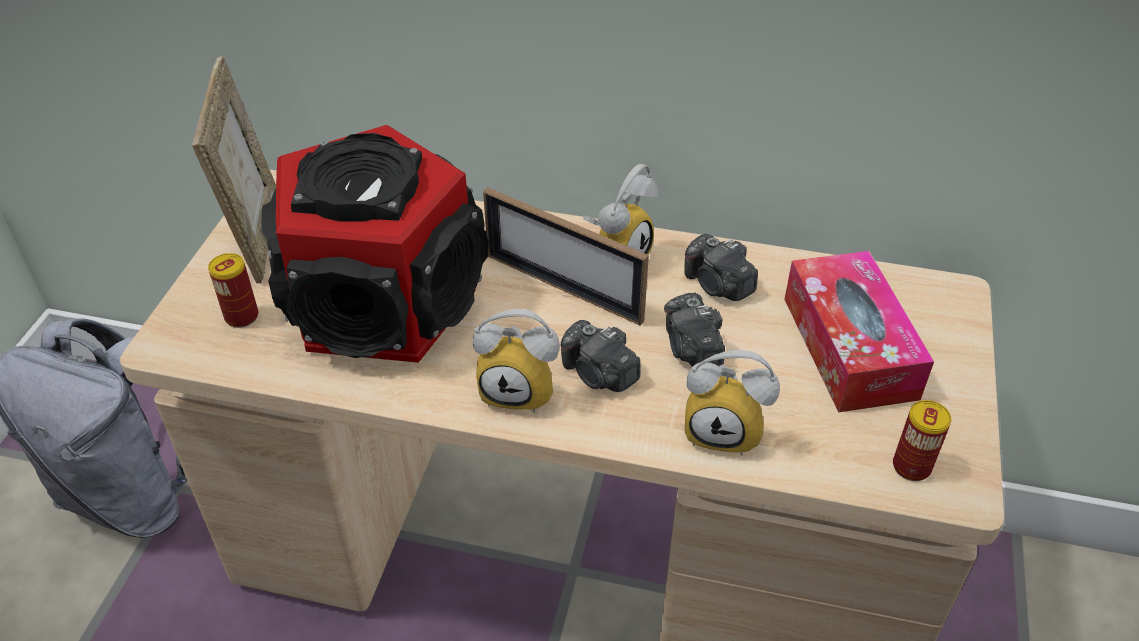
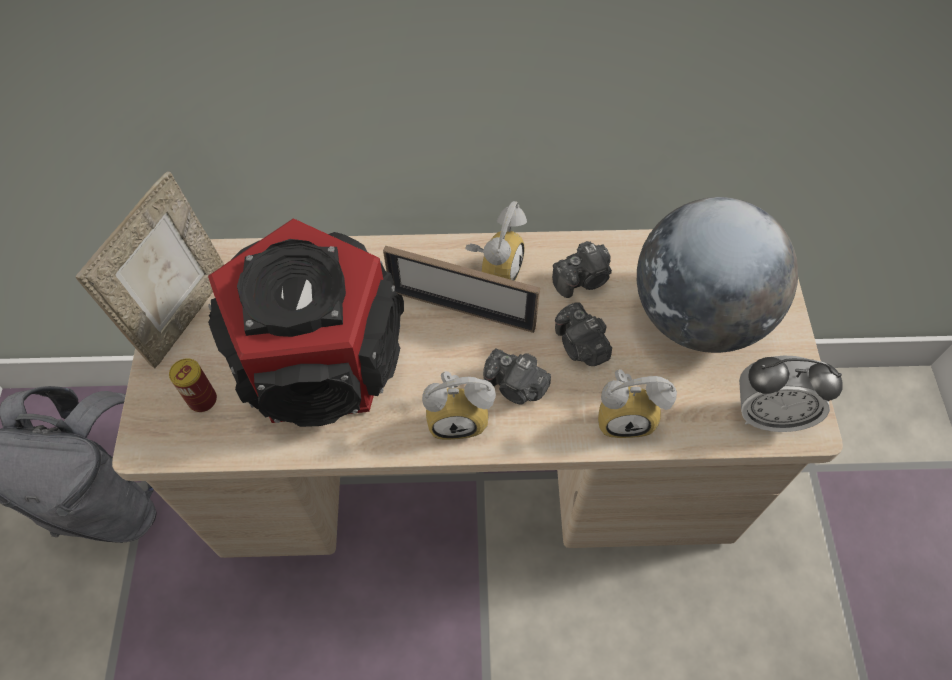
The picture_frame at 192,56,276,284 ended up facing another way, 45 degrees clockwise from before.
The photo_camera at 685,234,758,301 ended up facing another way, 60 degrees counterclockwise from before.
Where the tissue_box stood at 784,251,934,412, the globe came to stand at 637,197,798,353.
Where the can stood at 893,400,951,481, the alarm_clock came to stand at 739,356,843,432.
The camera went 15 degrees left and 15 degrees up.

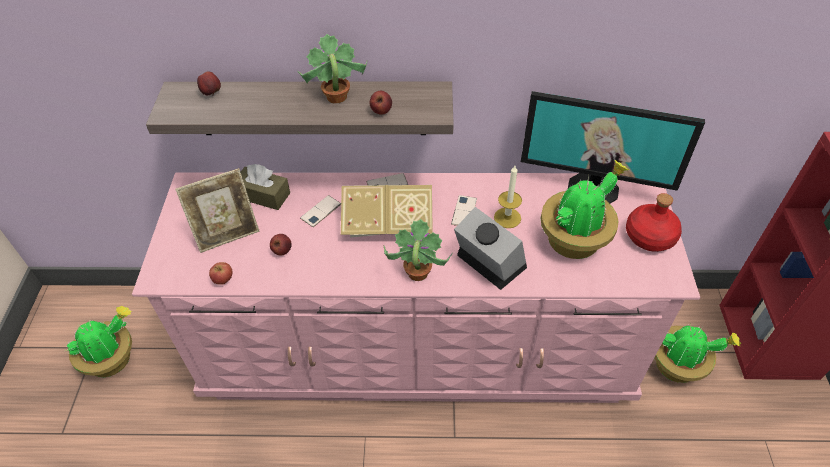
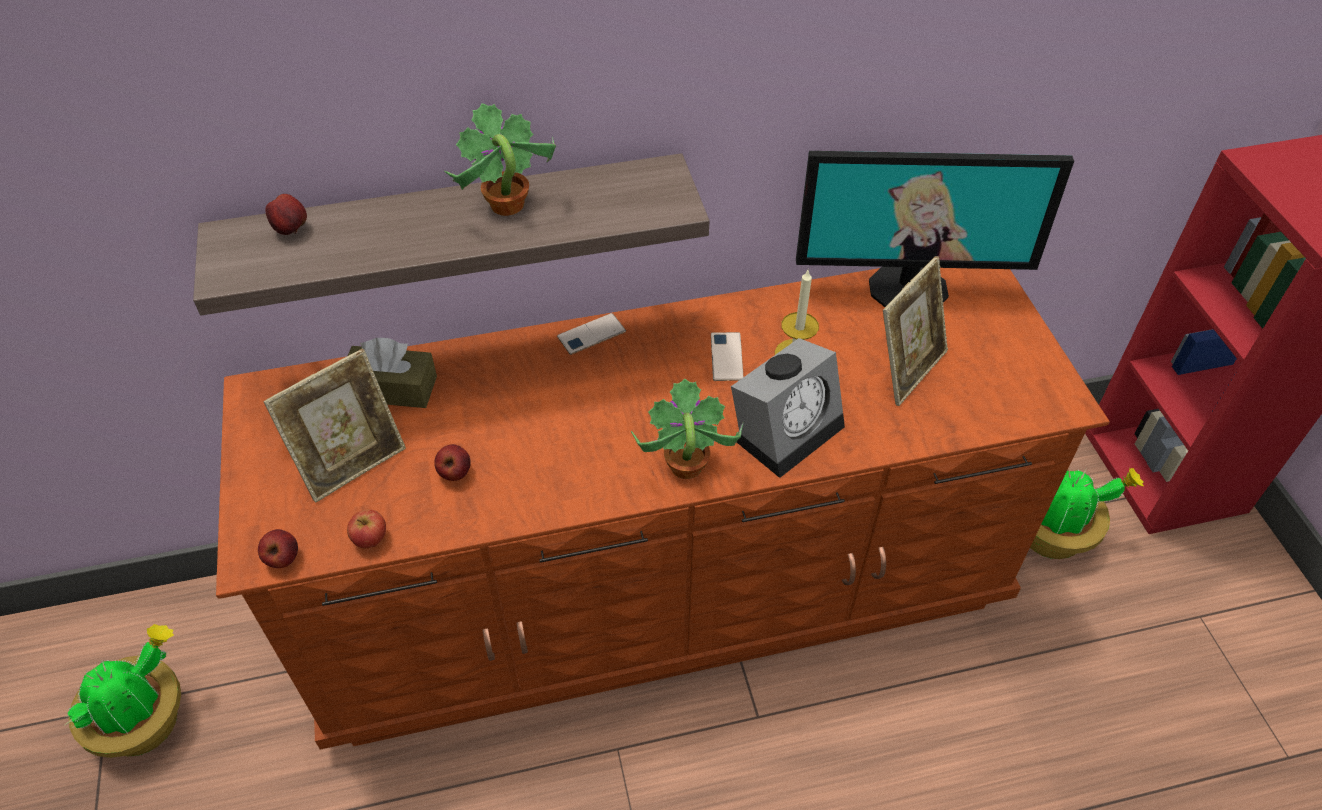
What was the pink_dresser at 132,172,701,403 turned into the brown_dresser at 216,268,1110,750.
The second view lost the phone at 300,195,341,227.
The second view lost the book at 341,185,433,238.
The apple ended up elsewhere, having gone from 369,91,392,115 to 258,529,298,568.
The alarm_clock at 454,207,527,290 ended up facing another way, 105 degrees clockwise from before.
Where the potted_plant stood at 540,160,629,259, the picture_frame came to stand at 883,256,948,406.
The second view lost the red_bottle at 626,193,682,252.
The camera went 15 degrees left and 0 degrees up.

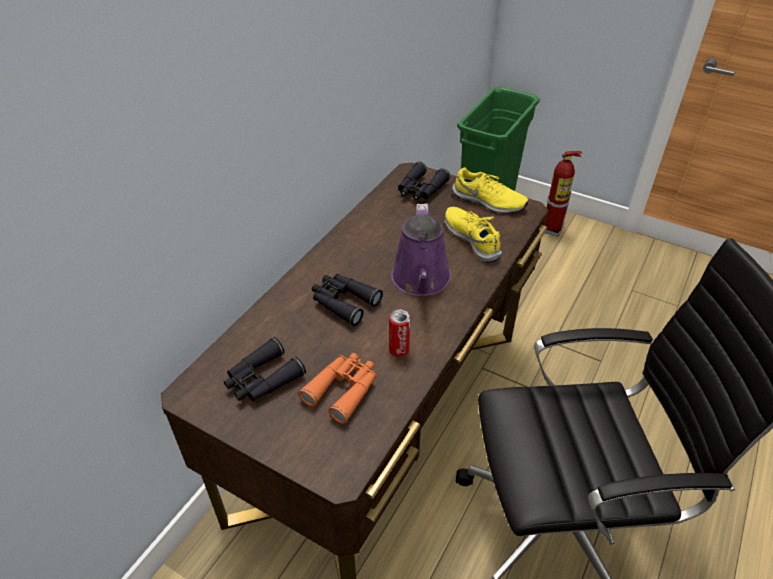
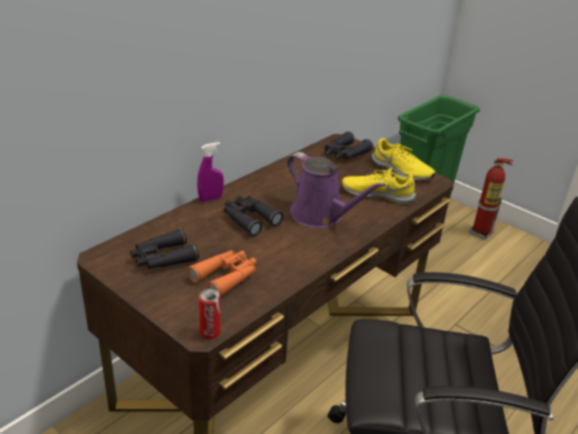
The can ended up elsewhere, having gone from 389,309,410,357 to 199,289,220,339.
The purple_watering_can at 391,204,451,296 ended up facing another way, 60 degrees counterclockwise from before.
The yellow_shoe at 444,207,502,263 ended up facing another way, 60 degrees counterclockwise from before.
The second view gained the purple_spray_bottle at 197,142,224,202.
The camera went 10 degrees right and 10 degrees down.

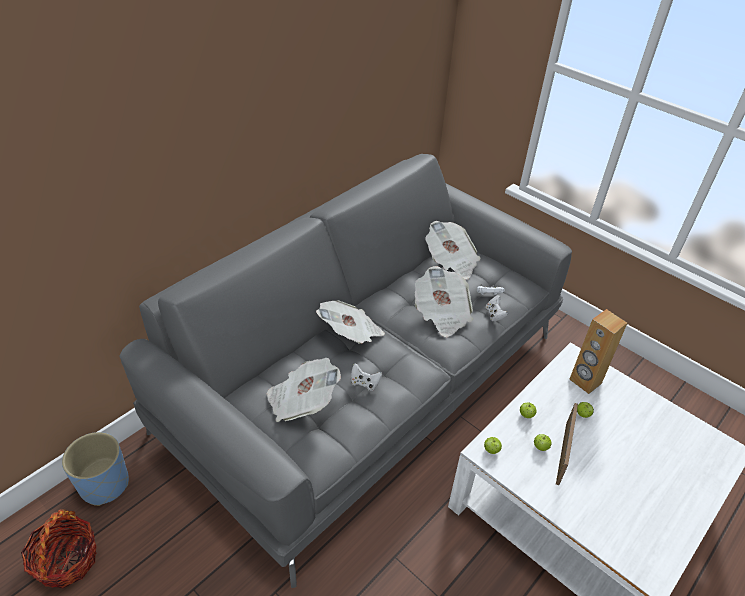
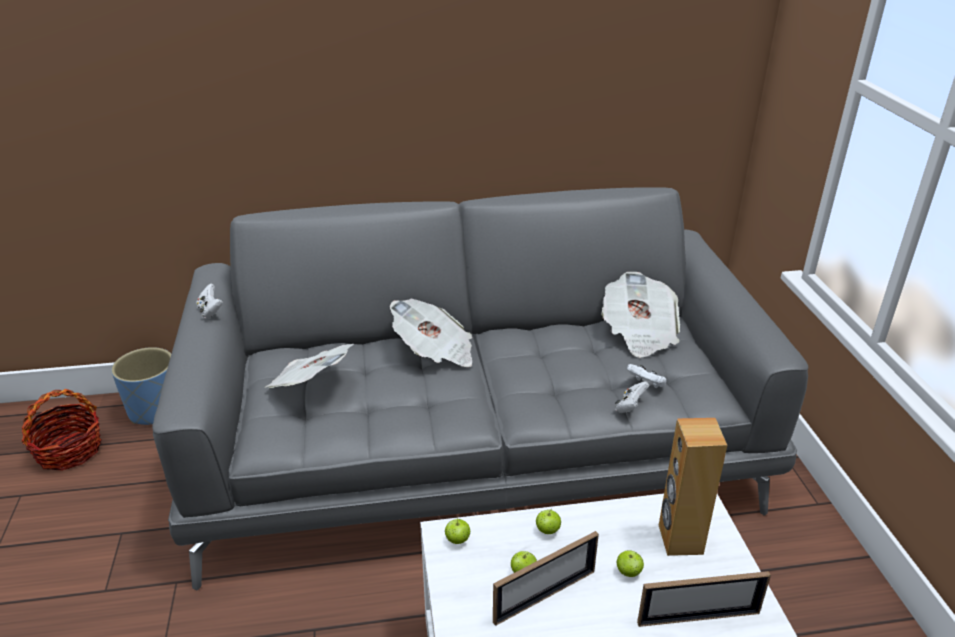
The white_game_controller ended up elsewhere, having gone from 351,363,382,391 to 196,284,223,319.
The second view lost the newspaper at 415,266,473,337.
The second view gained the picture_frame at 637,571,771,627.
The camera went 40 degrees right and 10 degrees down.

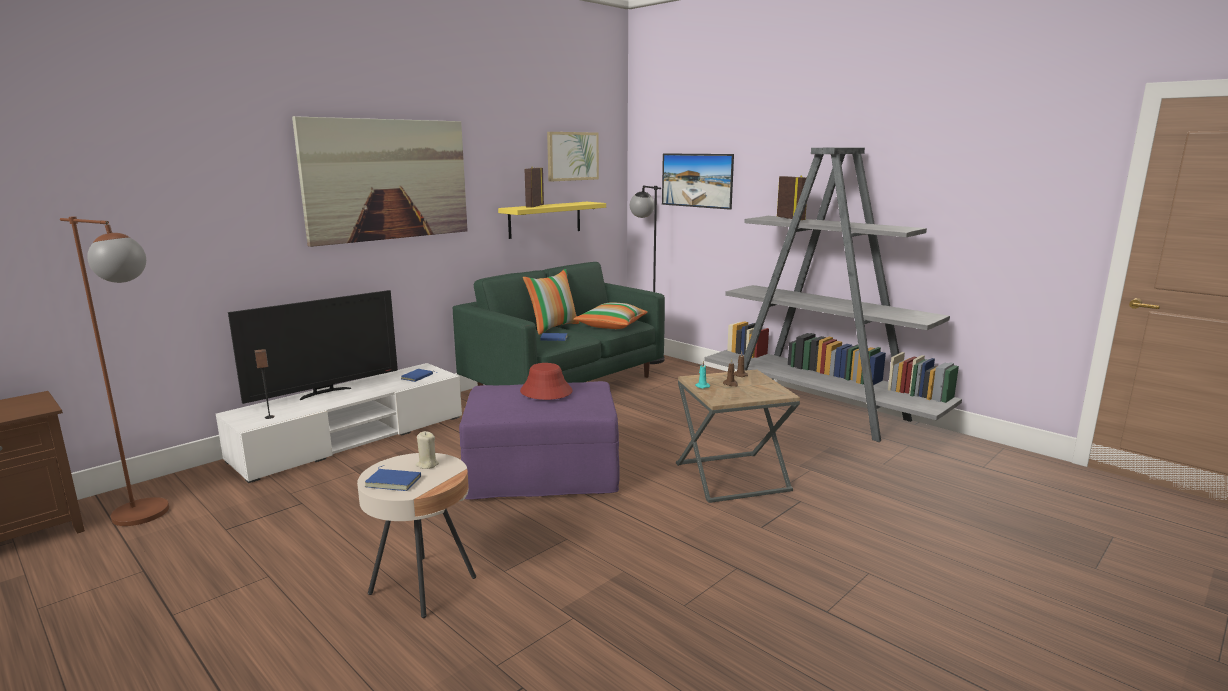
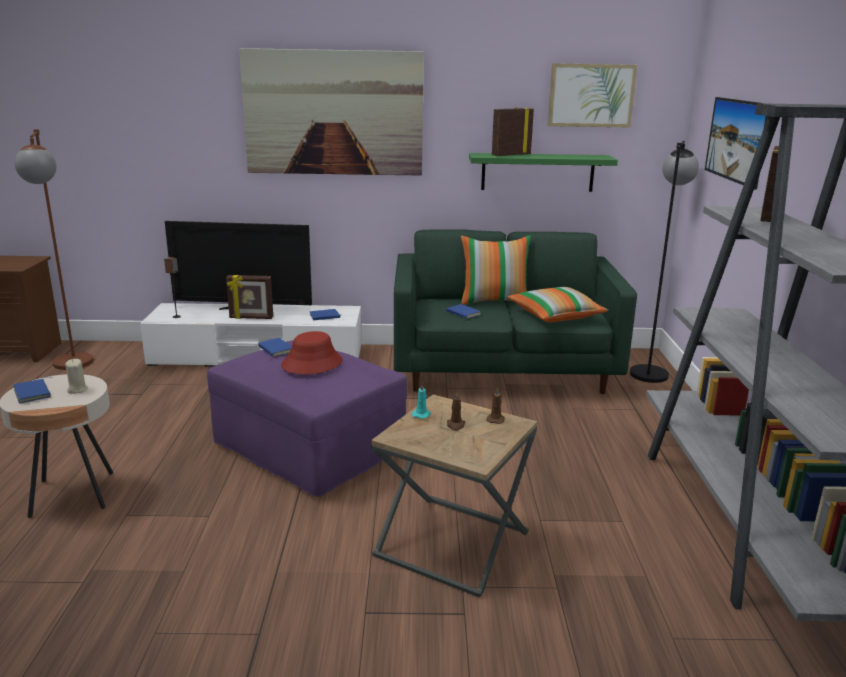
What was the yellow_shelf at 498,202,606,239 turned into the green_shelf at 469,153,618,192.
The second view gained the picture_frame at 226,275,273,319.
The second view gained the blue_book at 258,338,292,357.
The camera went 45 degrees right and 5 degrees up.

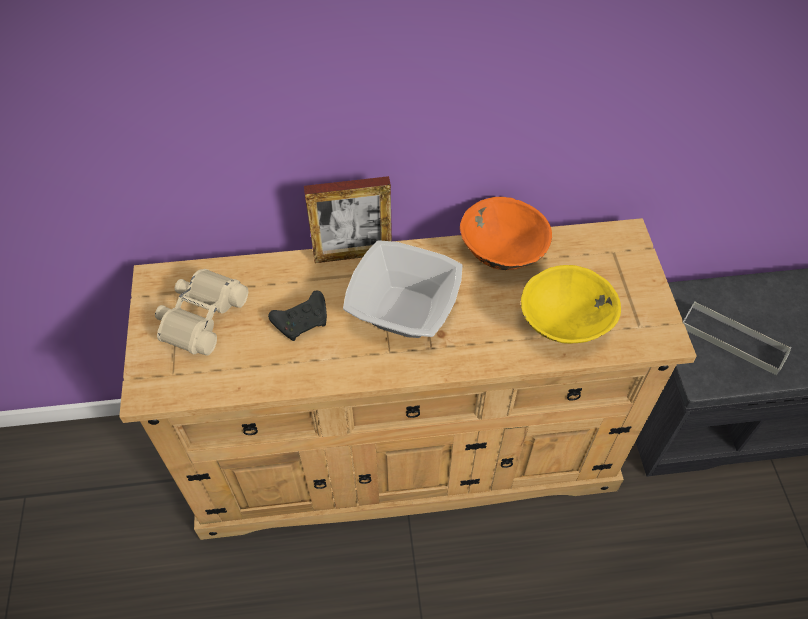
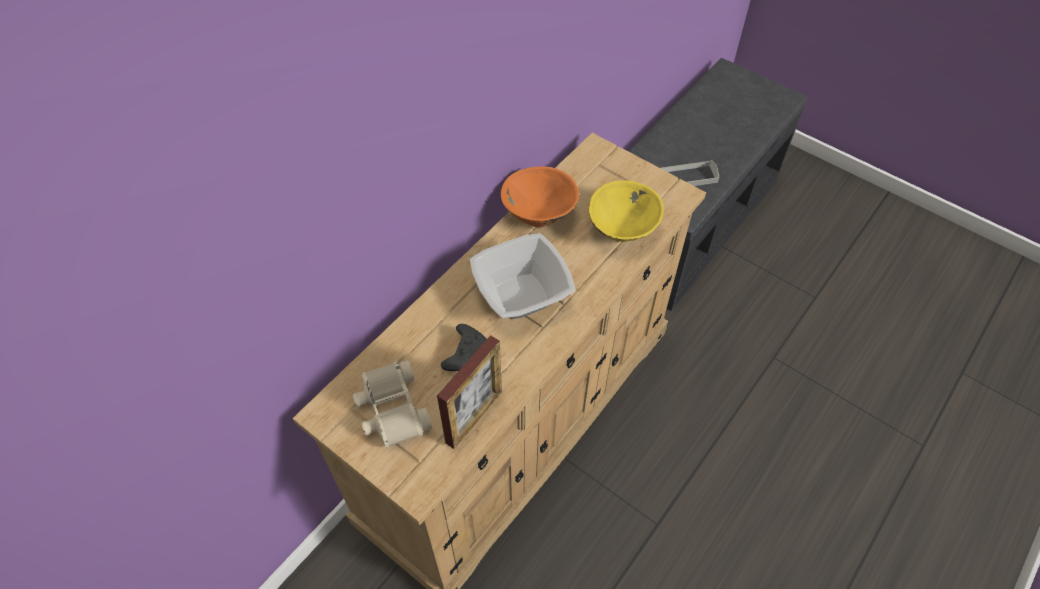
The picture_frame ended up elsewhere, having gone from 304,176,392,263 to 437,335,502,449.
The camera went 45 degrees left and 0 degrees up.

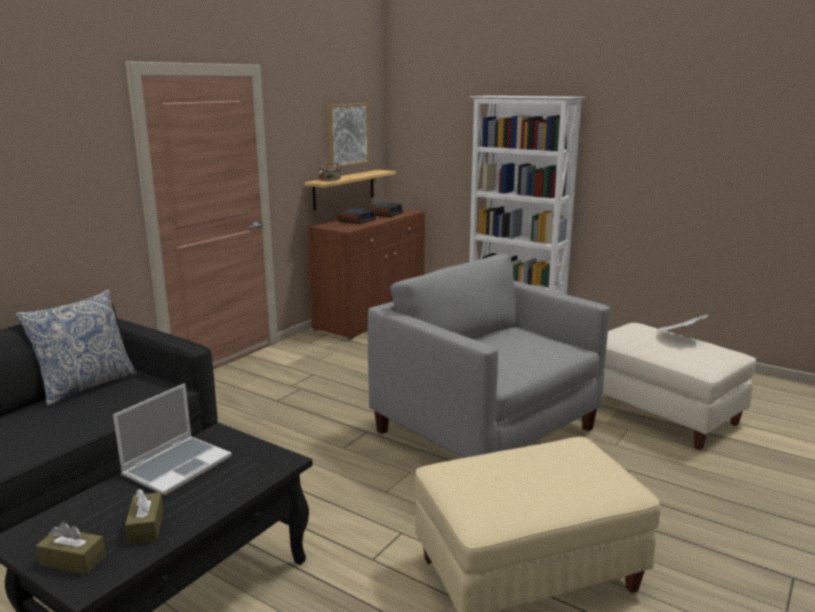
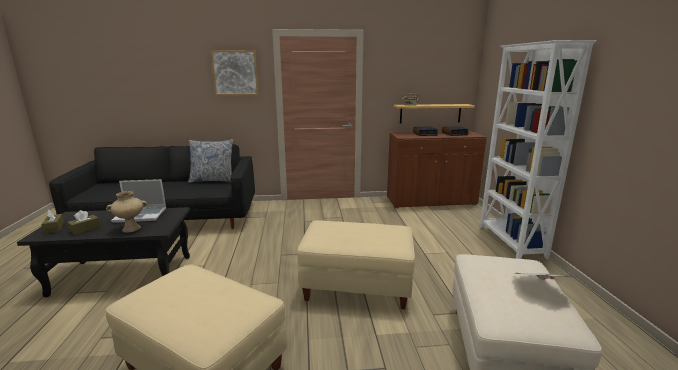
The picture ended up elsewhere, having gone from 327,103,370,167 to 211,50,259,95.
Where the grey_armchair stood at 368,254,610,458, the beige_ottoman came to stand at 297,220,415,309.
The second view gained the beige_vase at 106,191,147,233.
The camera went 50 degrees right and 0 degrees up.

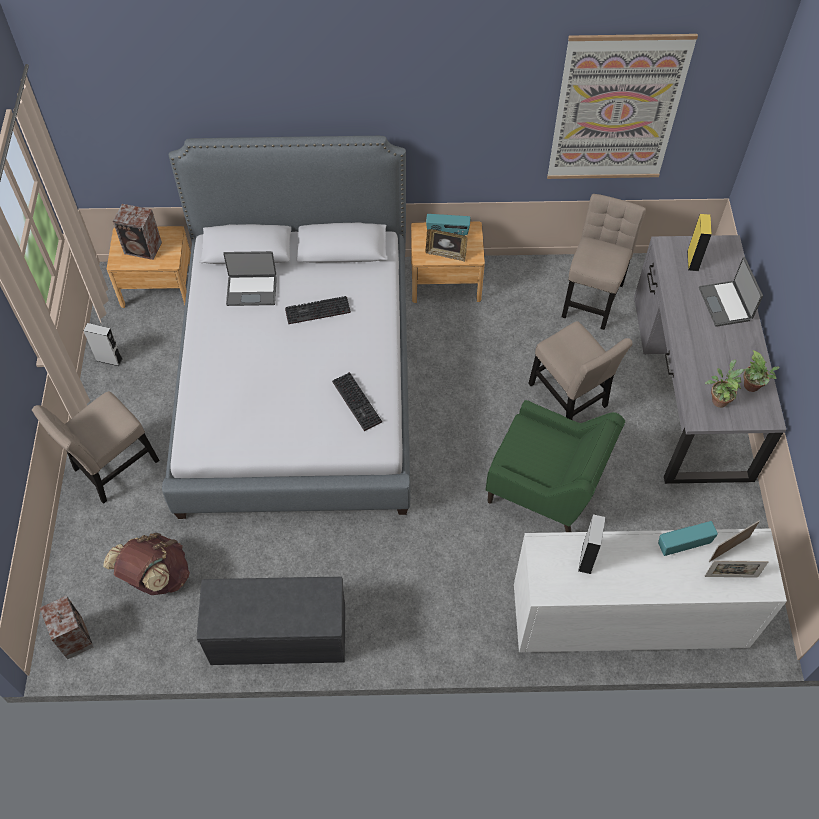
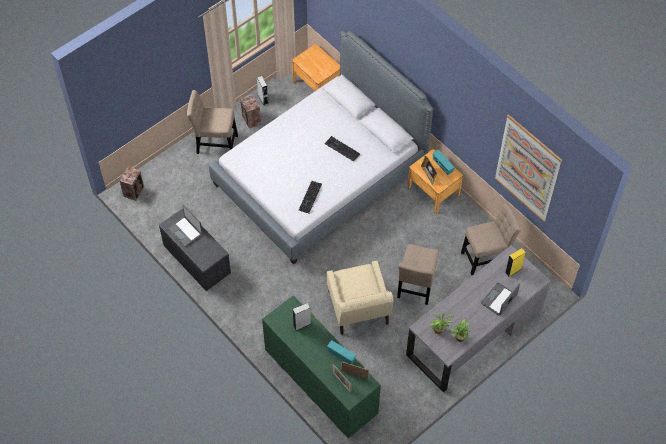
The second view lost the brown_backpack at 103,533,190,595.
The speaker ended up elsewhere, having gone from 113,204,162,260 to 240,94,261,128.
The laptop ended up elsewhere, having gone from 223,251,277,306 to 168,205,203,247.
What was the green_armchair at 485,400,625,532 turned into the beige_armchair at 327,261,394,335.
What was the white_dresser at 514,528,787,652 turned into the green_dresser at 262,295,381,438.
The camera went 50 degrees right and 0 degrees up.

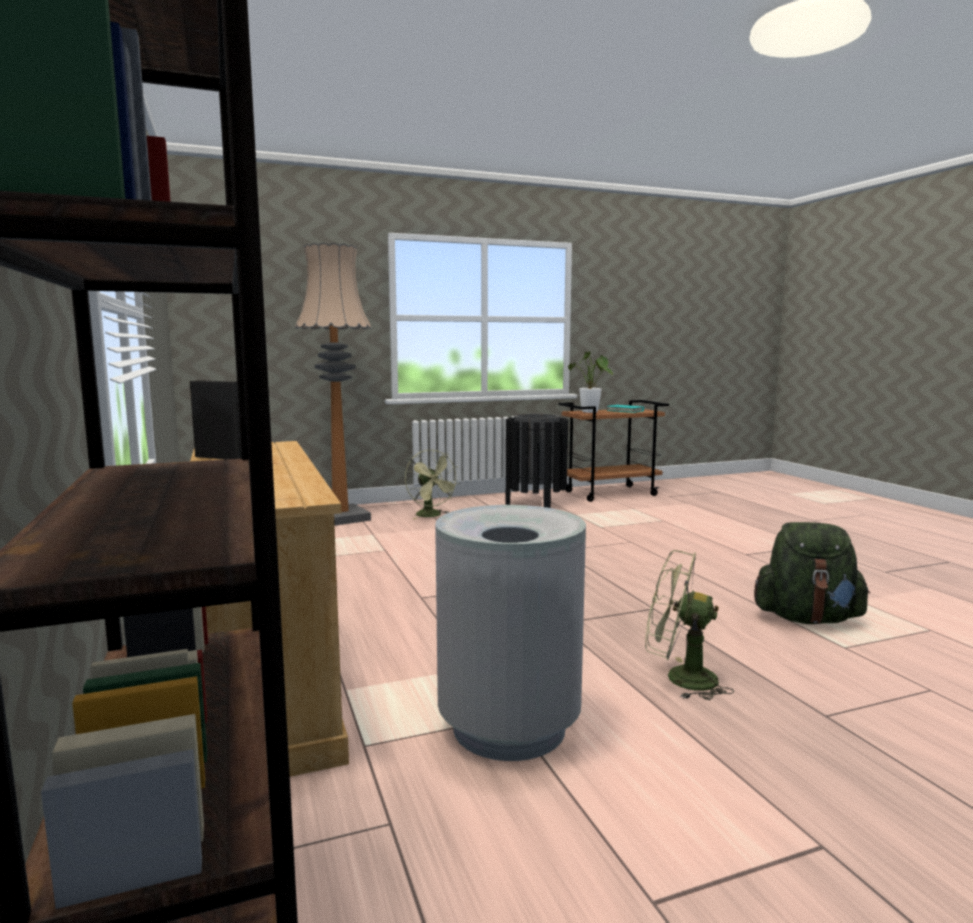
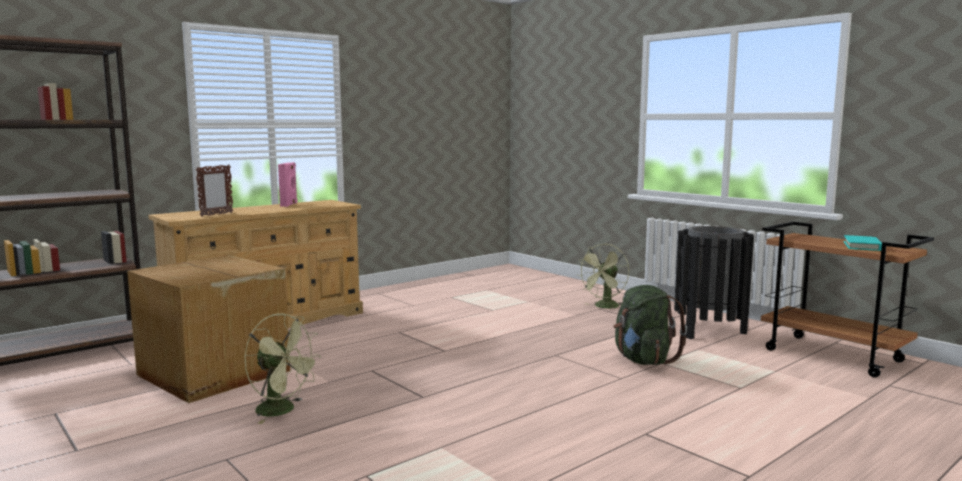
What was the black_speaker at 190,380,242,460 turned into the pink_speaker at 278,162,298,207.
The second view lost the floor_lamp at 295,243,371,526.
Where the grey_trash_can stood at 435,505,586,761, the cardboard_box came to stand at 127,255,290,403.
The second view lost the potted_plant at 568,351,613,413.
The green_fan at 645,550,734,700 ended up facing another way, 120 degrees clockwise from before.
The green_backpack ended up elsewhere, having gone from 754,522,870,624 to 613,285,687,365.
The second view gained the picture_frame at 196,164,233,217.
The camera went 70 degrees right and 0 degrees up.

